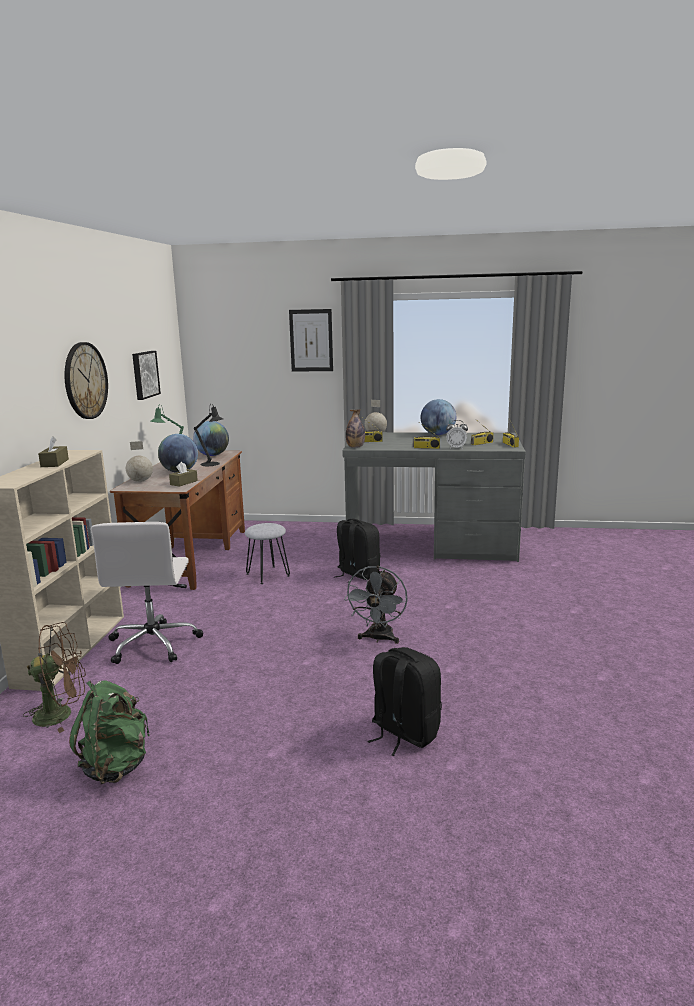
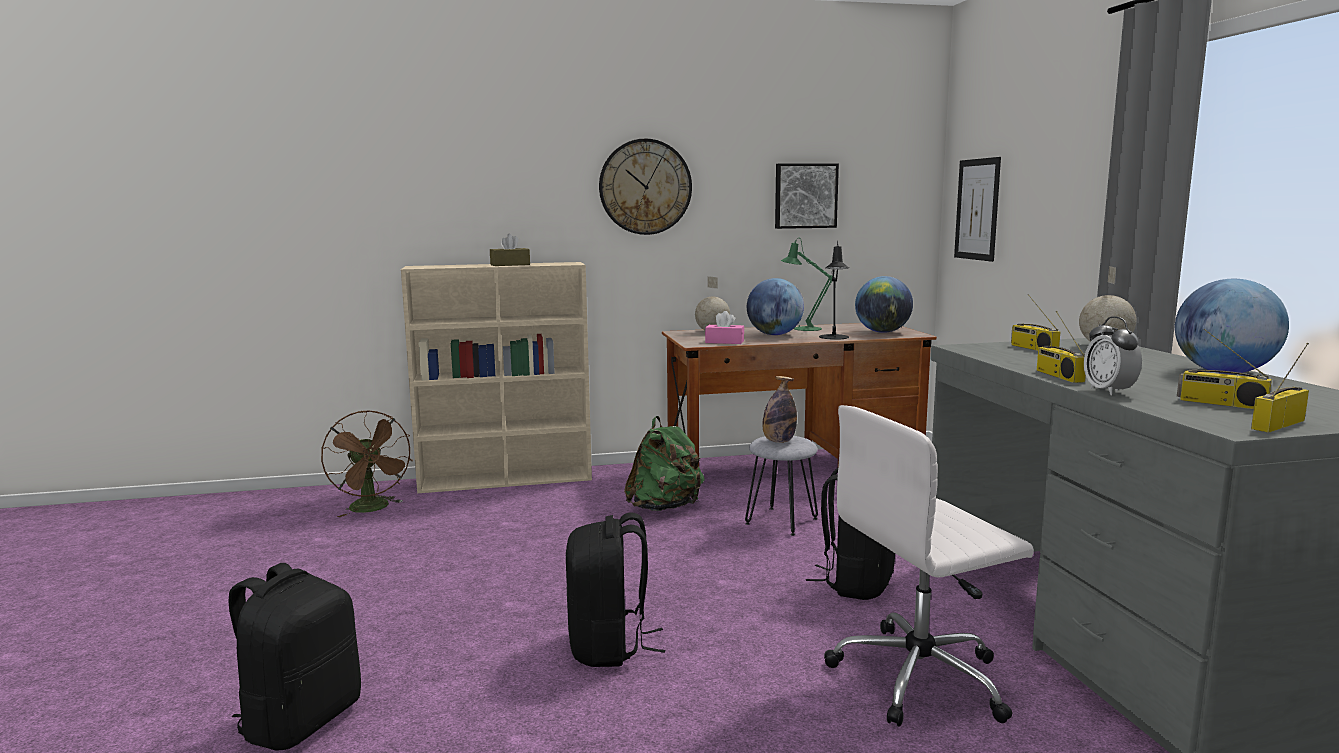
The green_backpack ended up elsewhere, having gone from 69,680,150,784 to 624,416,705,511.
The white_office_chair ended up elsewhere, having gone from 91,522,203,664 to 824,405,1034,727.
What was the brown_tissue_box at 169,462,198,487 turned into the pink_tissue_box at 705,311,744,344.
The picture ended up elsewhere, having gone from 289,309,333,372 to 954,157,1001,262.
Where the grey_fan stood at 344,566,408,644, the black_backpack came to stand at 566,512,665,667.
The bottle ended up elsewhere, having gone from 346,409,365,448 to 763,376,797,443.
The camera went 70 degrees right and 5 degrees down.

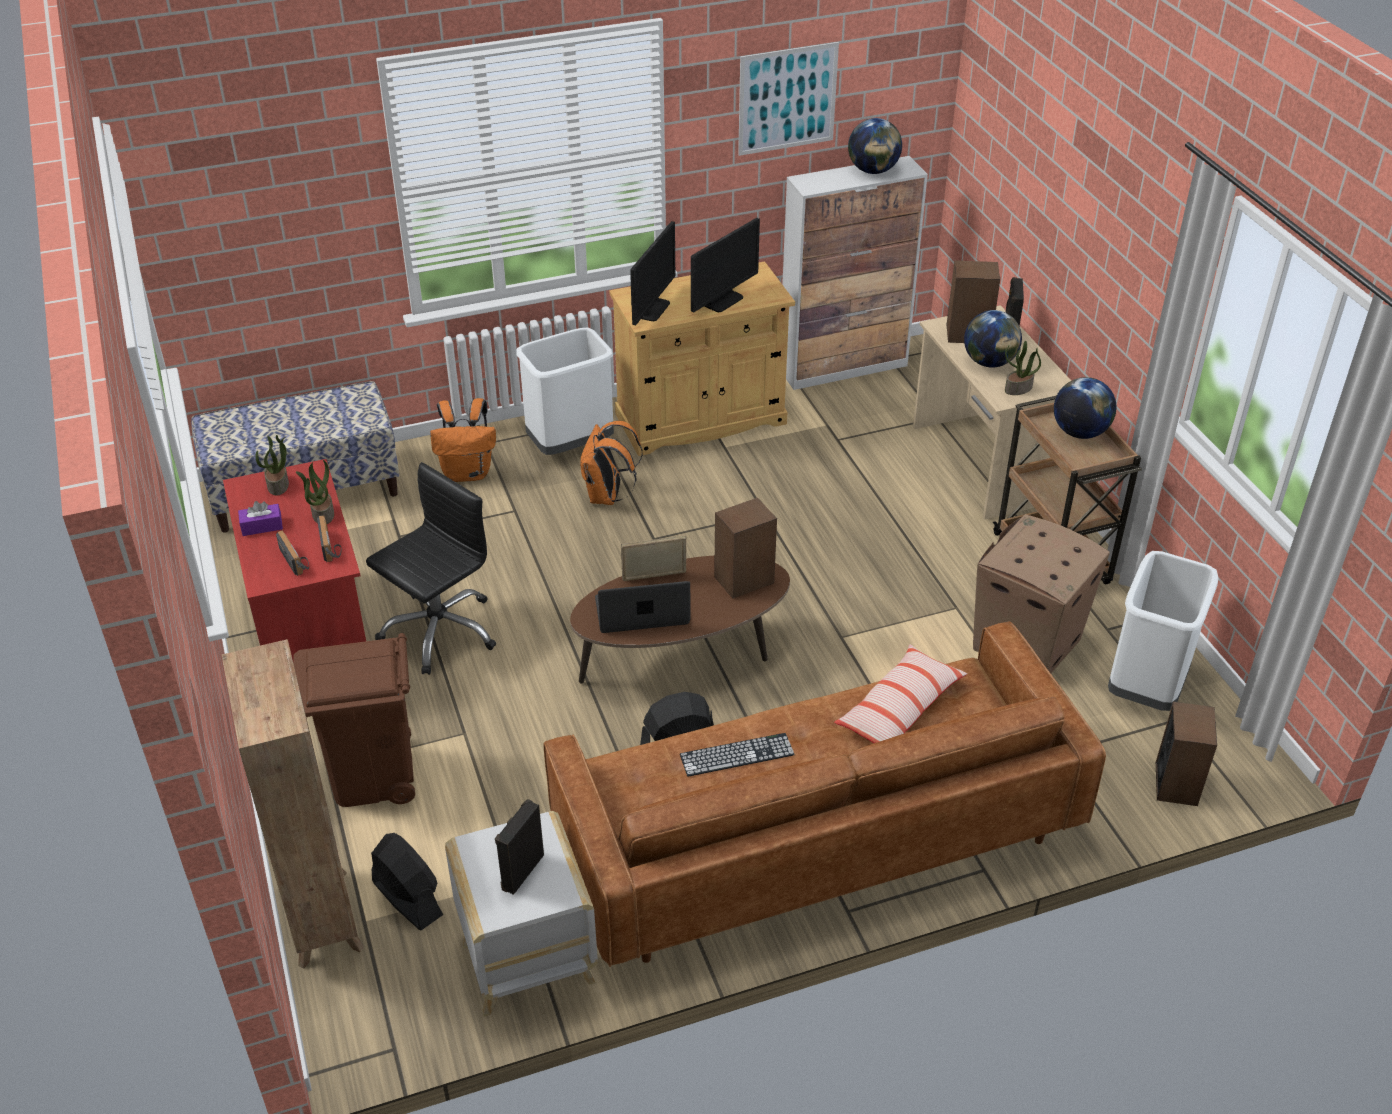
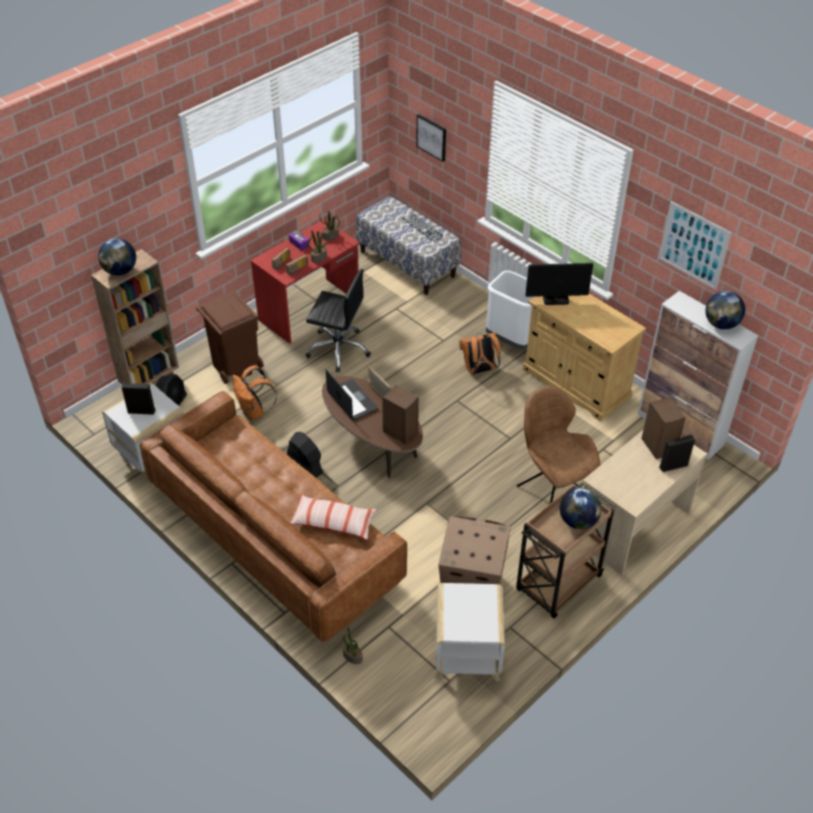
The orange_backpack ended up elsewhere, having gone from 430,398,496,482 to 233,366,277,421.
The keyboard ended up elsewhere, having gone from 680,733,795,777 to 403,213,443,241.
The second view lost the monitor at 691,218,760,312.
The globe ended up elsewhere, having gone from 964,310,1022,368 to 98,238,136,276.
The potted_plant ended up elsewhere, having gone from 1005,341,1041,395 to 343,628,363,664.
Where the white_trash_can stood at 1108,551,1219,711, the white_side_table came to stand at 435,583,505,681.
The second view lost the speaker at 1156,702,1217,806.
The second view gained the picture at 416,114,446,162.
The second view gained the brown_chair at 517,387,600,503.
The camera went 65 degrees right and 5 degrees up.

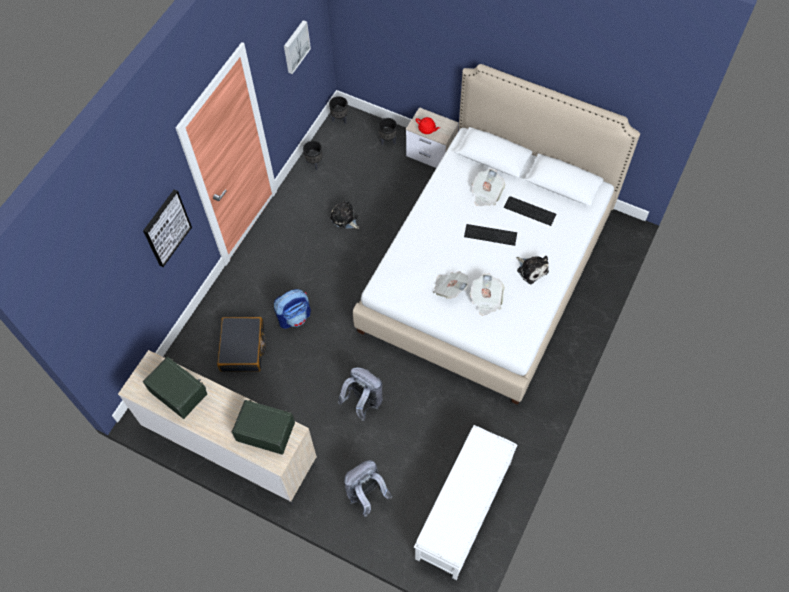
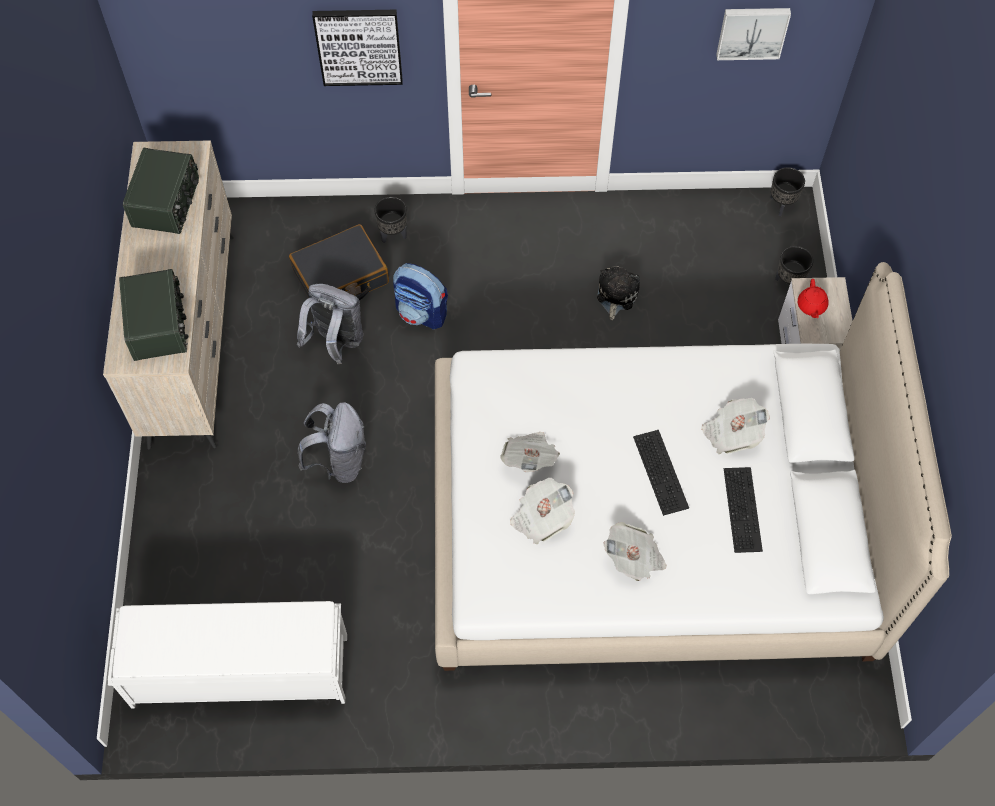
The black_planter ended up elsewhere, having gone from 303,141,323,170 to 374,197,407,243.
The grey_backpack ended up elsewhere, having gone from 344,460,393,517 to 297,284,363,364.
Where the plush_toy stood at 516,256,549,284, the newspaper came to stand at 604,522,667,581.
The camera went 60 degrees right and 0 degrees up.

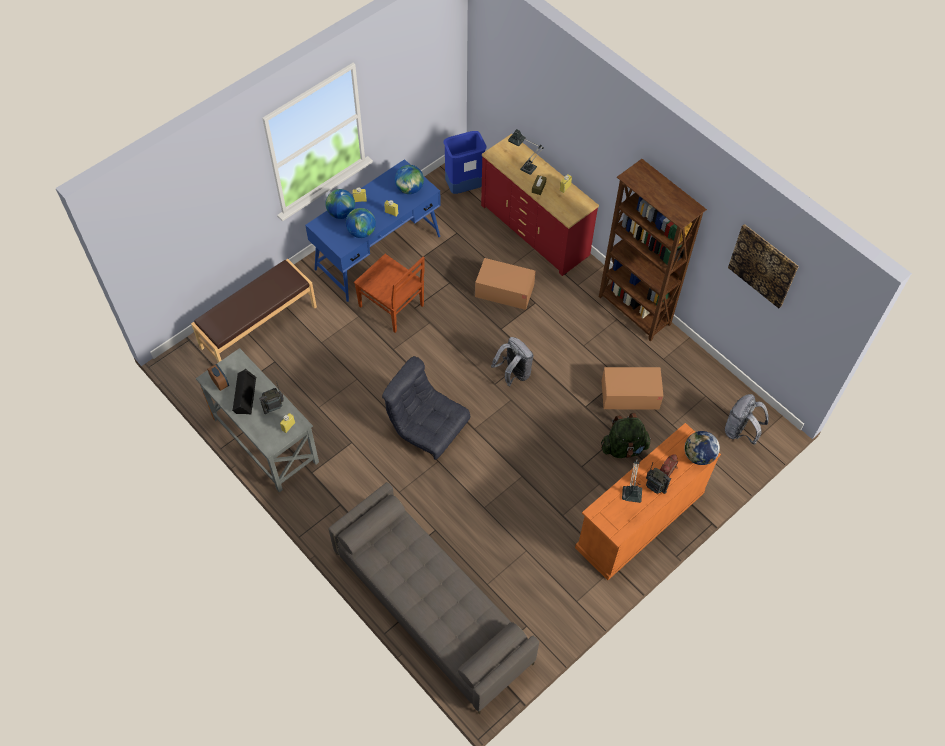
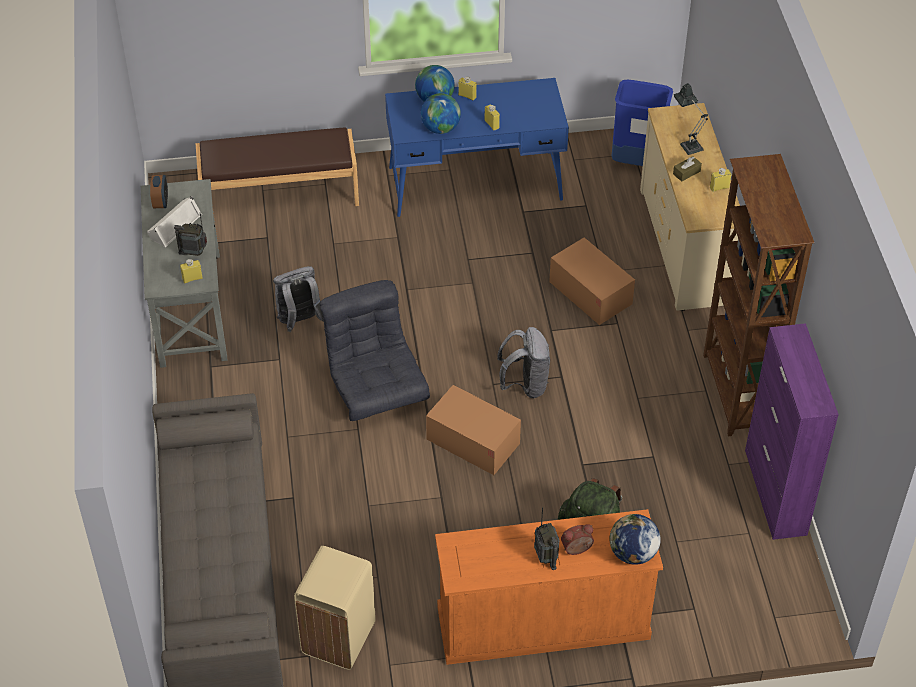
What was the black_speaker at 232,369,256,414 turned into the white_speaker at 147,196,202,248.
The second view lost the brown_chair at 354,254,425,333.
The second view lost the globe at 395,165,424,194.
What was the red_dresser at 481,134,599,276 turned into the beige_dresser at 640,103,740,311.
The cardboard_box ended up elsewhere, having gone from 602,367,663,409 to 426,385,521,475.
The second view lost the table_lamp at 622,458,642,503.
The grey_backpack ended up elsewhere, having gone from 725,394,769,445 to 273,266,324,332.
The second view lost the picture at 728,224,799,308.
The second view gained the beige_trash_can at 294,546,376,670.
The second view gained the purple_cabinet at 745,323,839,540.
The camera went 35 degrees right and 10 degrees down.

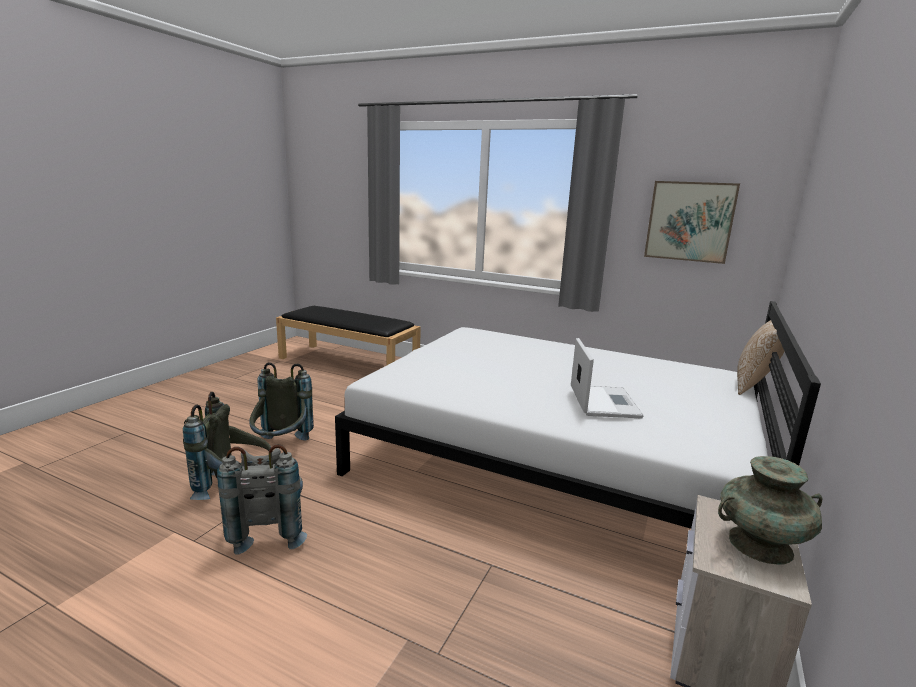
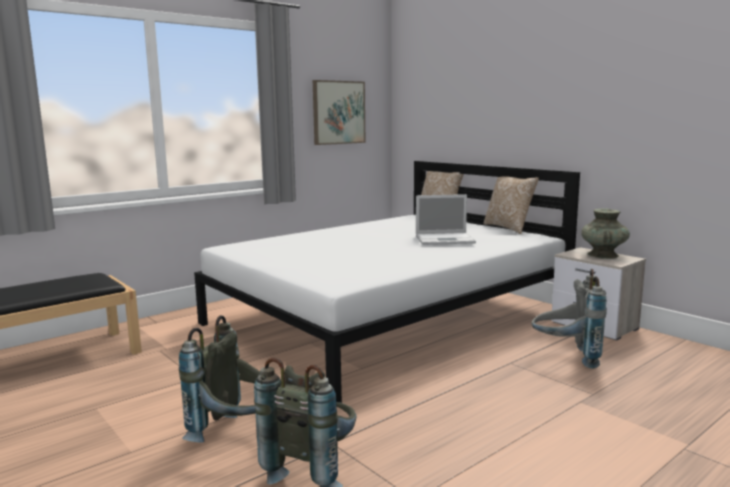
The grey_backpack ended up elsewhere, having gone from 217,444,307,555 to 531,269,607,369.
The laptop at 571,338,644,419 ended up facing another way, 150 degrees clockwise from before.
The second view gained the pillow at 483,176,539,234.
The camera went 65 degrees left and 5 degrees down.

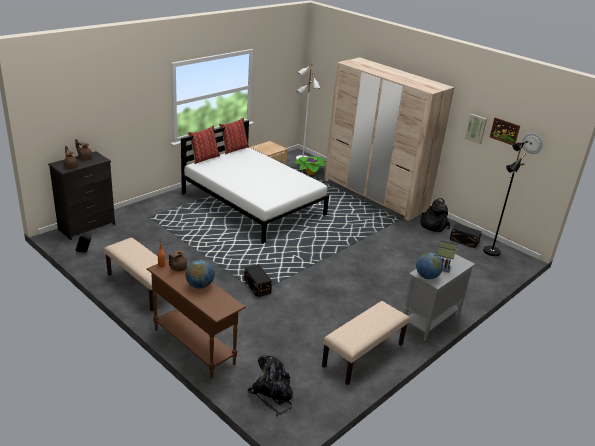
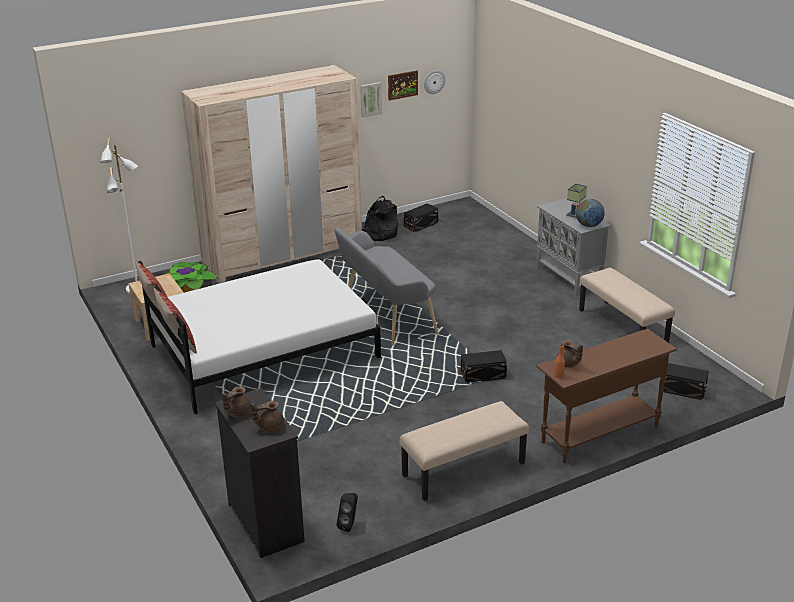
The second view lost the globe at 185,260,215,289.
Where the black_backpack stood at 248,355,293,416, the black_storage_box came to stand at 663,363,709,400.
The second view lost the black_floor_lamp at 483,140,529,256.
The second view gained the grey_bench at 335,227,439,345.
The camera went 70 degrees left and 0 degrees up.

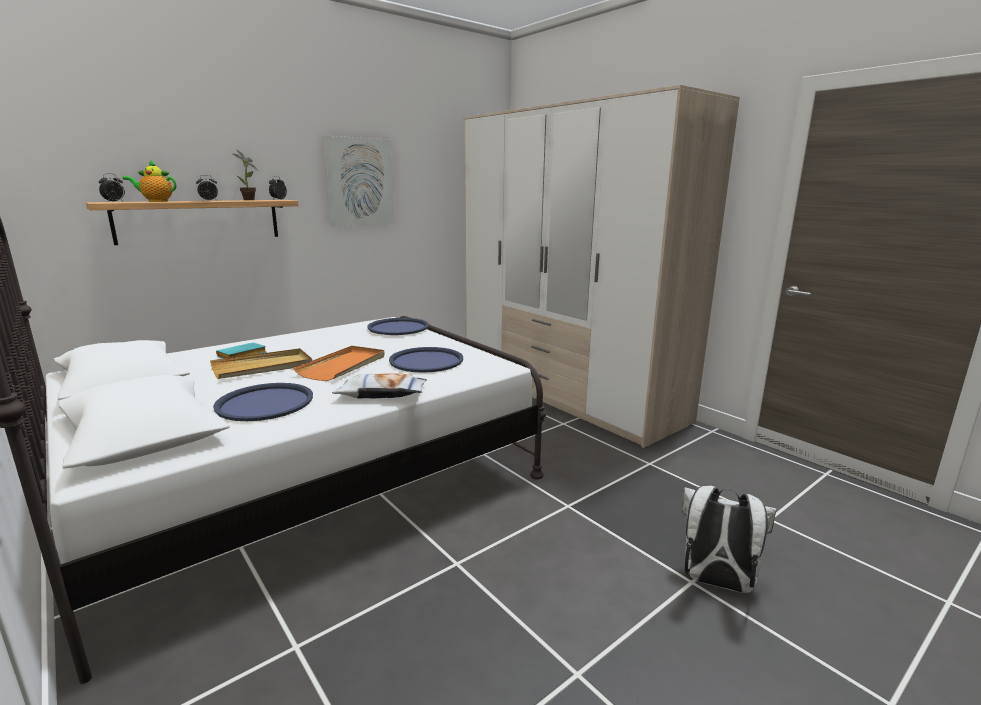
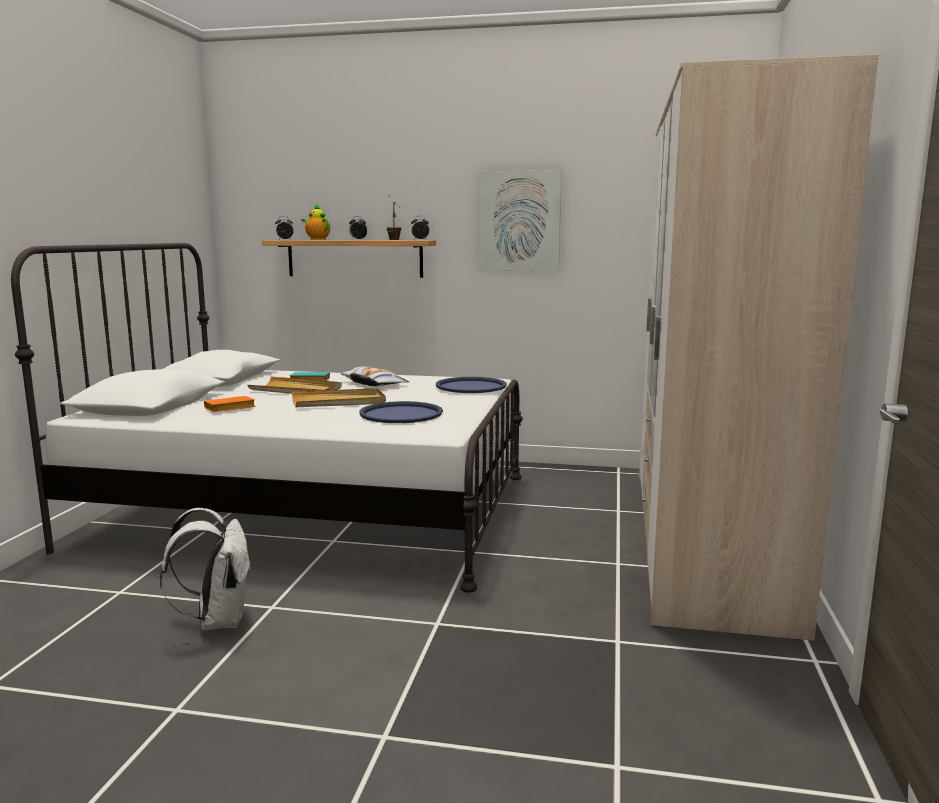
Where the blue_tray stood at 213,383,313,421, the orange_book came to stand at 204,396,255,412.
What was the orange_tray at 293,346,385,381 turned into the beige_tray at 292,388,386,407.
The pillow ended up elsewhere, having gone from 332,373,427,399 to 340,366,409,386.
The white_backpack ended up elsewhere, having gone from 682,486,777,593 to 160,508,252,630.
The camera went 50 degrees right and 5 degrees down.

